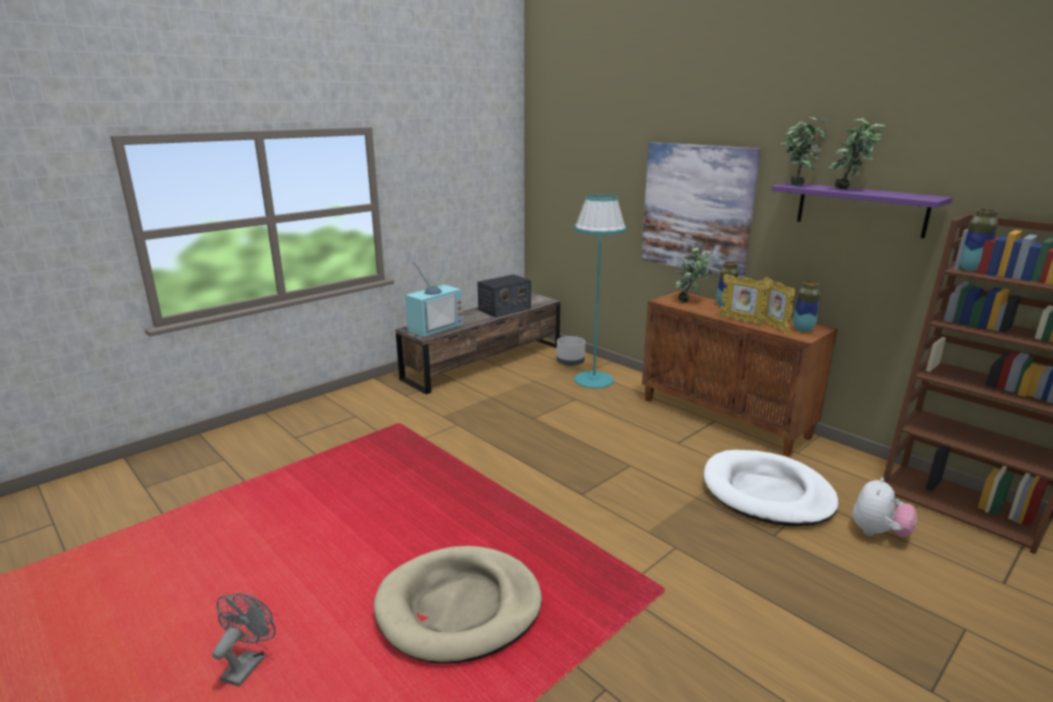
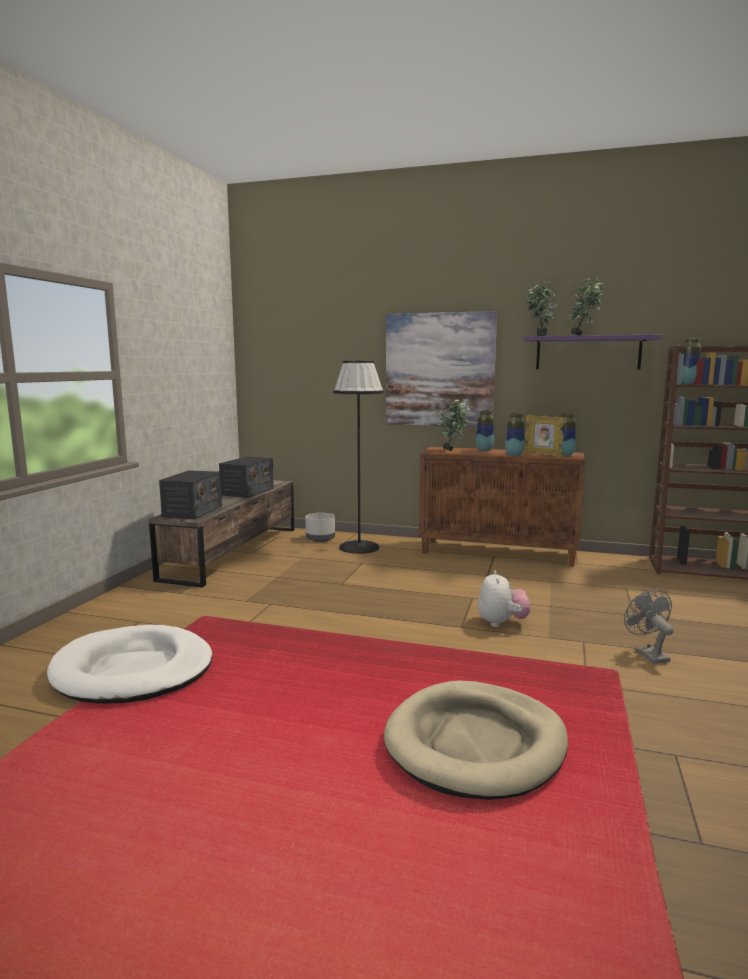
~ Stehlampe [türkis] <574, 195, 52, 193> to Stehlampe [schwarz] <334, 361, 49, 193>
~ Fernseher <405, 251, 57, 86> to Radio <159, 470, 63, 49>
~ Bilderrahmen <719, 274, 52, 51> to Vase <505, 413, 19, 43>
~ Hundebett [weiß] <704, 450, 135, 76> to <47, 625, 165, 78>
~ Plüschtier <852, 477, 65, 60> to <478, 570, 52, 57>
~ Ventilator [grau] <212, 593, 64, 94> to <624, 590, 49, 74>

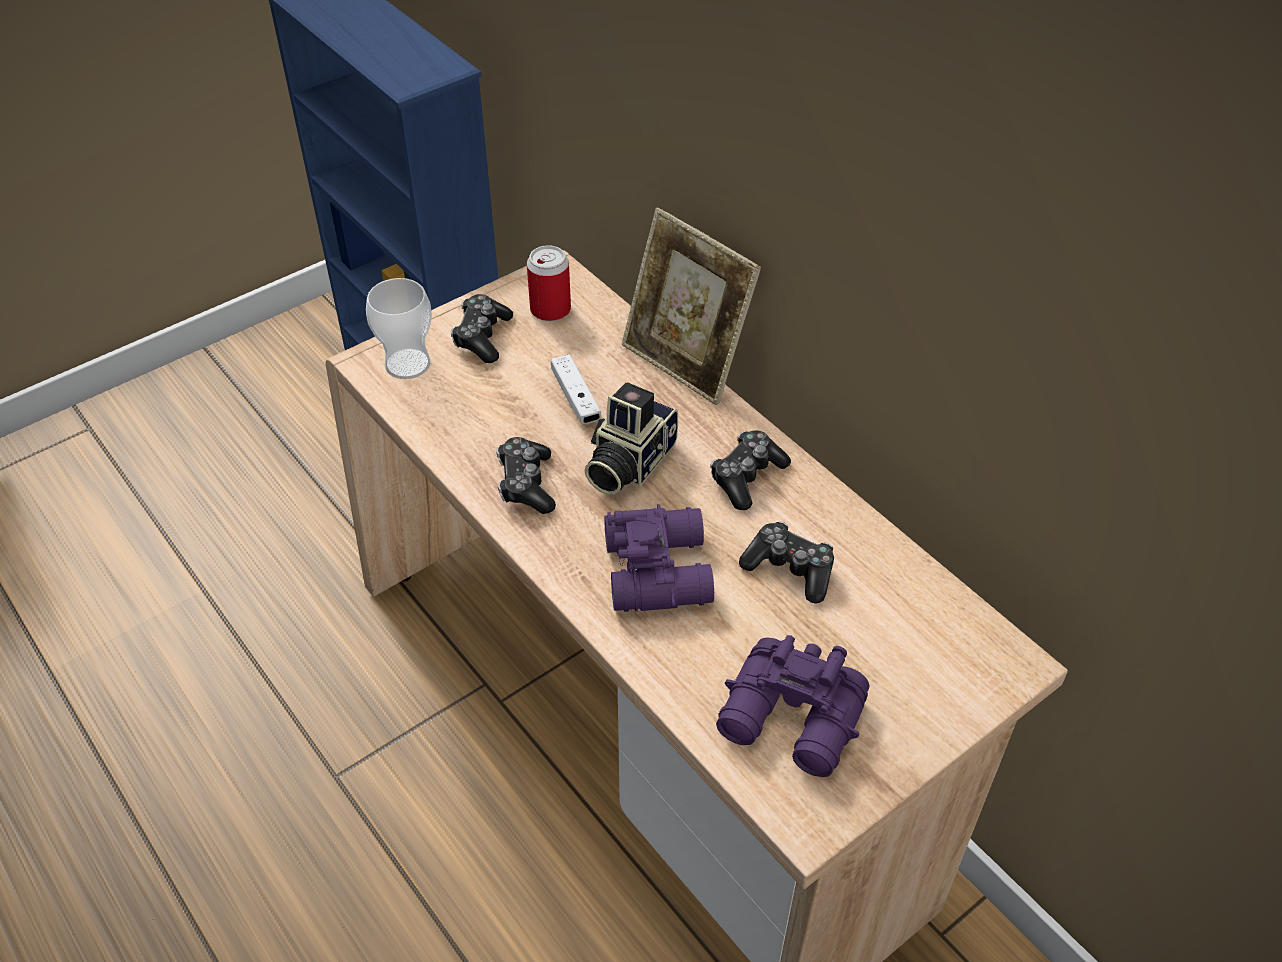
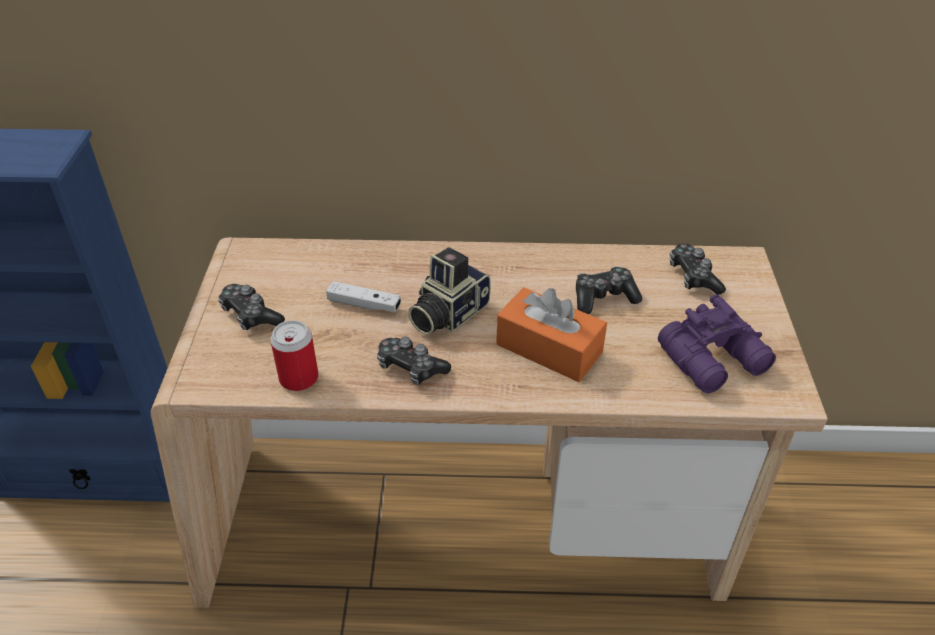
- Bilderrahmen <622, 208, 139, 197>
~ Dose <527, 245, 44, 76> to <270, 320, 49, 71>
- Tasse <366, 278, 66, 101>
~ Kamera <585, 382, 93, 113> = <408, 247, 83, 88> 60 degrees clockwise
~ Gamepad <710, 431, 81, 79> to <670, 243, 56, 52>
~ Fernglas [lila] <604, 504, 110, 108> to Taschentuchbox [orange] <496, 287, 111, 95>

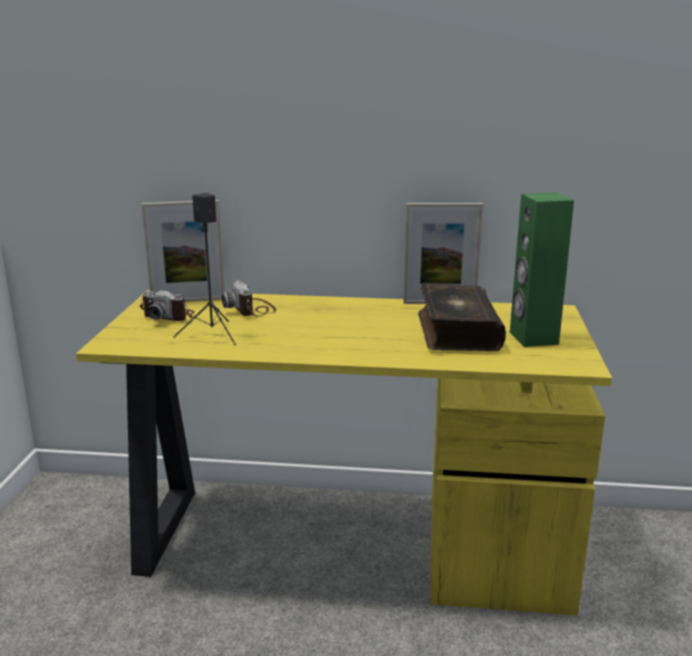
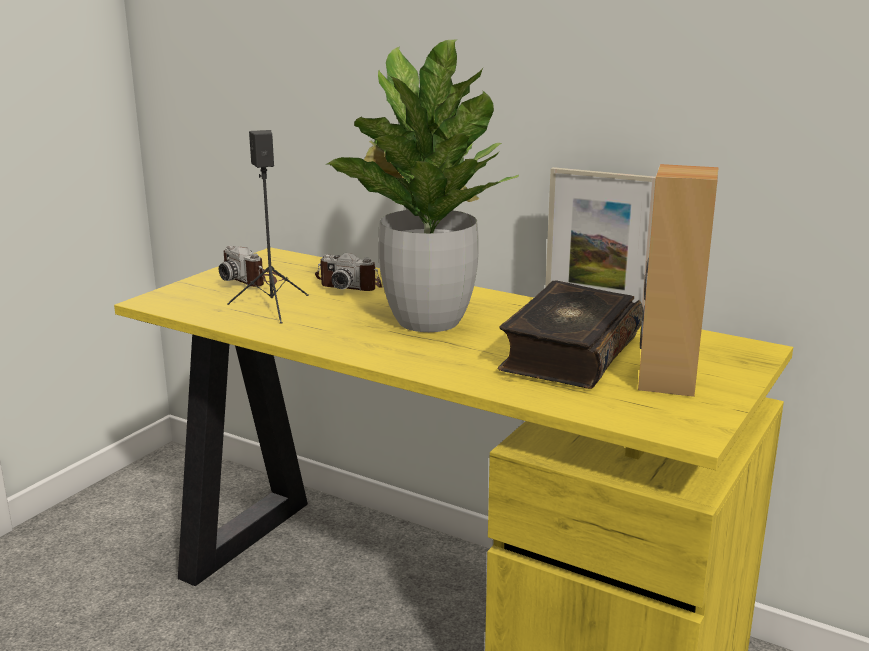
~ Lautsprecher [grün] <510, 193, 64, 154> to Lautsprecher [braun] <638, 164, 81, 233>
- Bilderrahmen <142, 200, 82, 102>
~ Kamera <222, 280, 54, 36> = <315, 253, 67, 38> 75 degrees counterclockwise
+ Topfpflanze <326, 39, 193, 293>

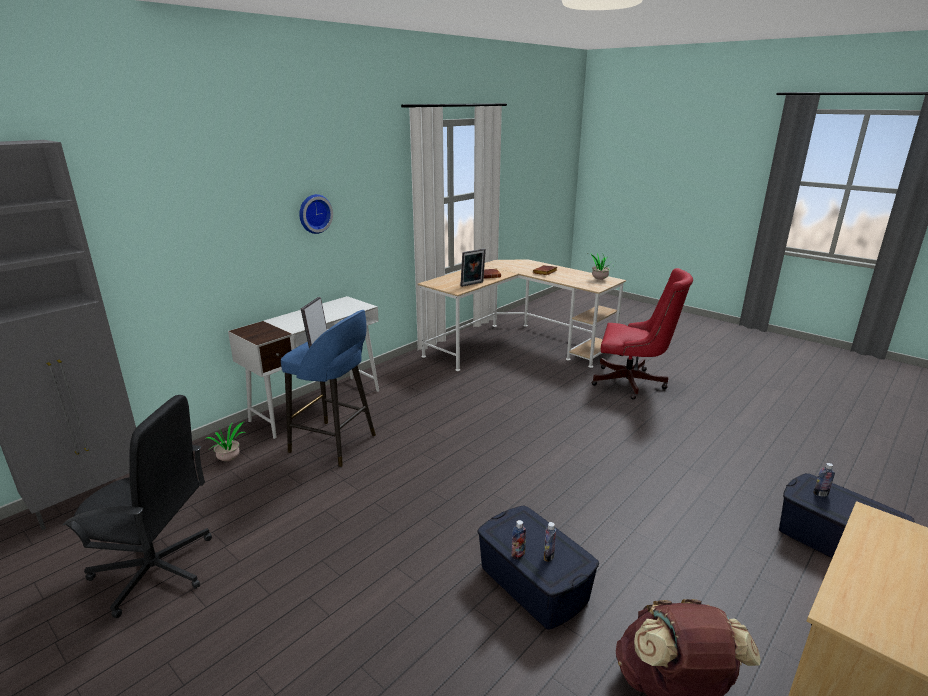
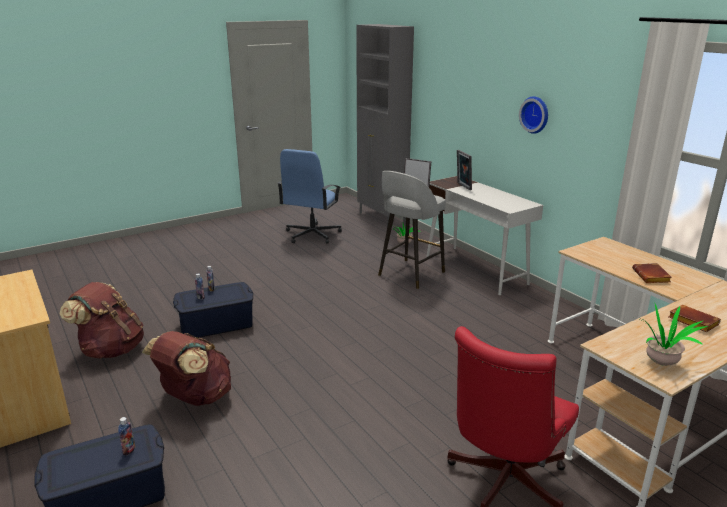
~ Bilderrahmen <460, 249, 26, 38> to <457, 150, 15, 40>
~ Hocker [blau] <281, 310, 95, 157> to Hocker [grau] <378, 171, 67, 118>
~ Bürostuhl [schwarz] <62, 395, 150, 223> to Bürostuhl [blau] <277, 149, 65, 95>
+ Rucksack [braun] <142, 331, 89, 75>

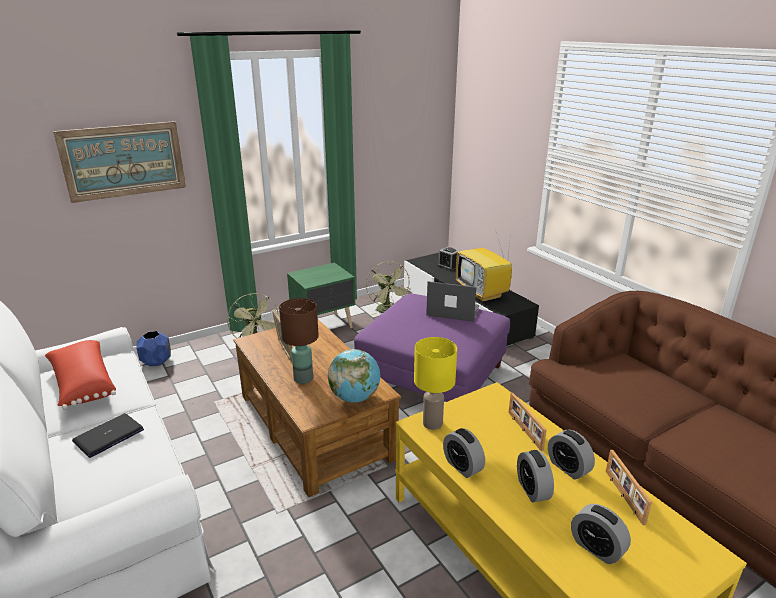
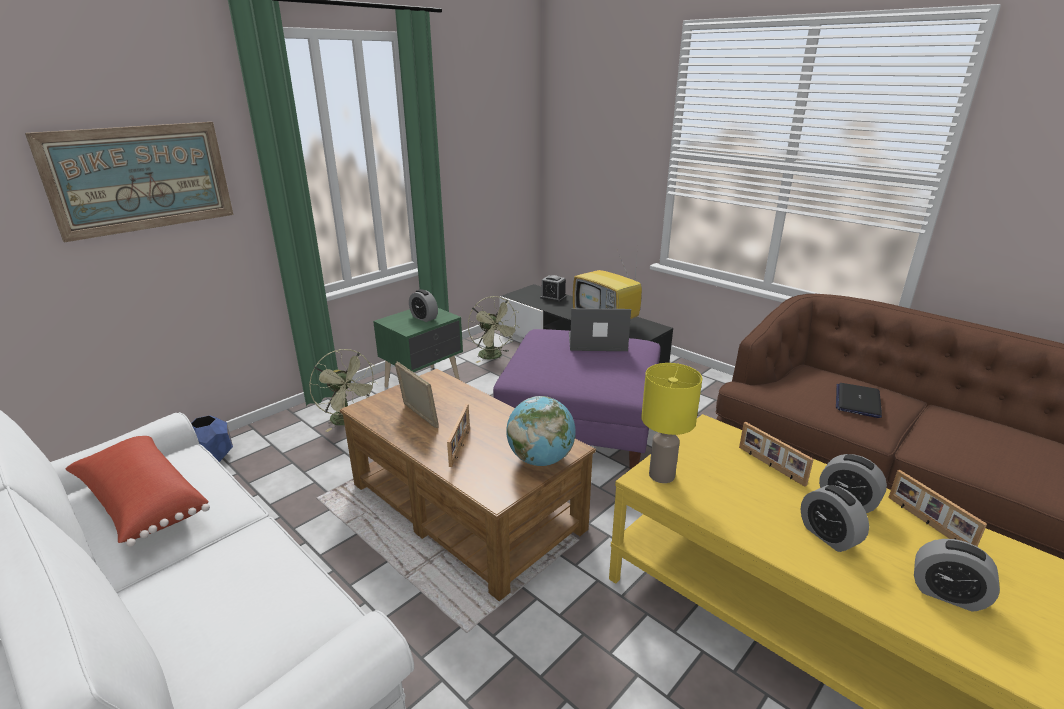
~ Tischlampe [braun] <279, 298, 40, 86> to Bilderrahmen <447, 404, 23, 63>
~ Laptop <72, 413, 72, 45> to <836, 383, 46, 35>
~ Wecker <443, 428, 42, 50> to <409, 289, 29, 33>

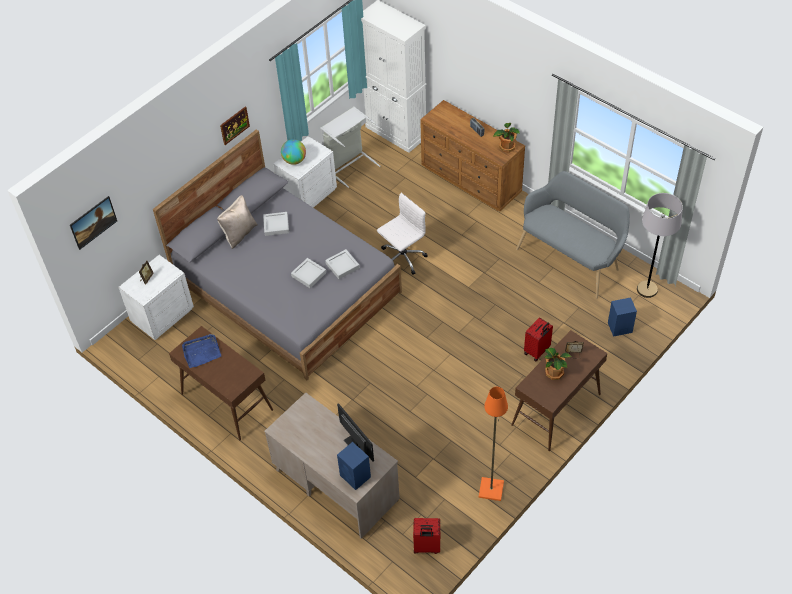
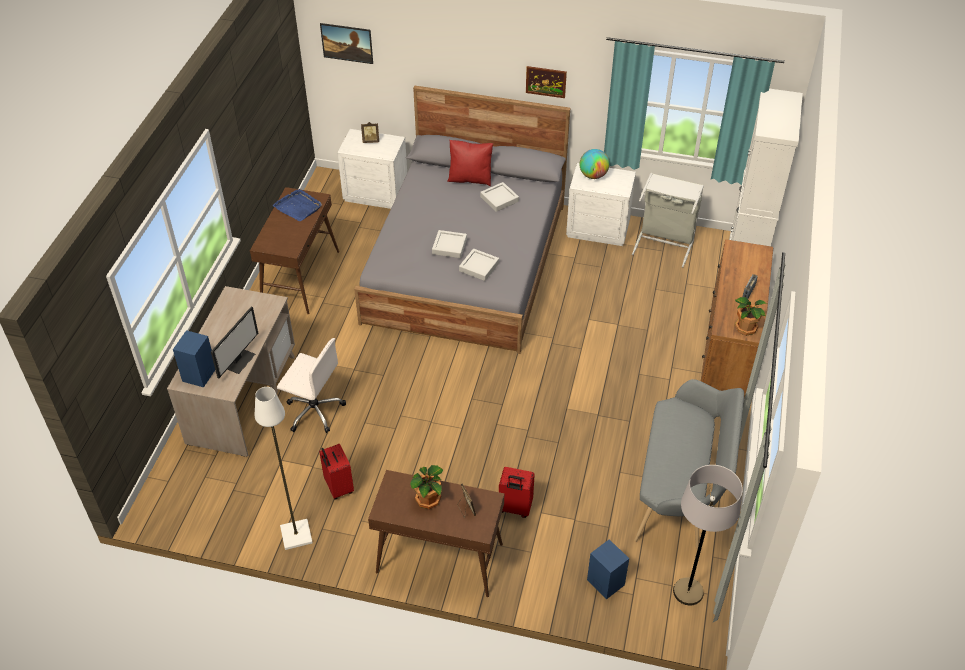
~ Bürostuhl [weiß] <377, 193, 51, 82> to <277, 338, 69, 95>
~ Kissen [beige] <217, 195, 41, 54> to Kissen [rot] <447, 140, 46, 46>
~ Stehlampe [orange] <479, 387, 29, 114> to Stehlampe [weiß] <255, 387, 58, 163>
~ Koffer [rot] <413, 518, 27, 36> to <319, 444, 35, 55>

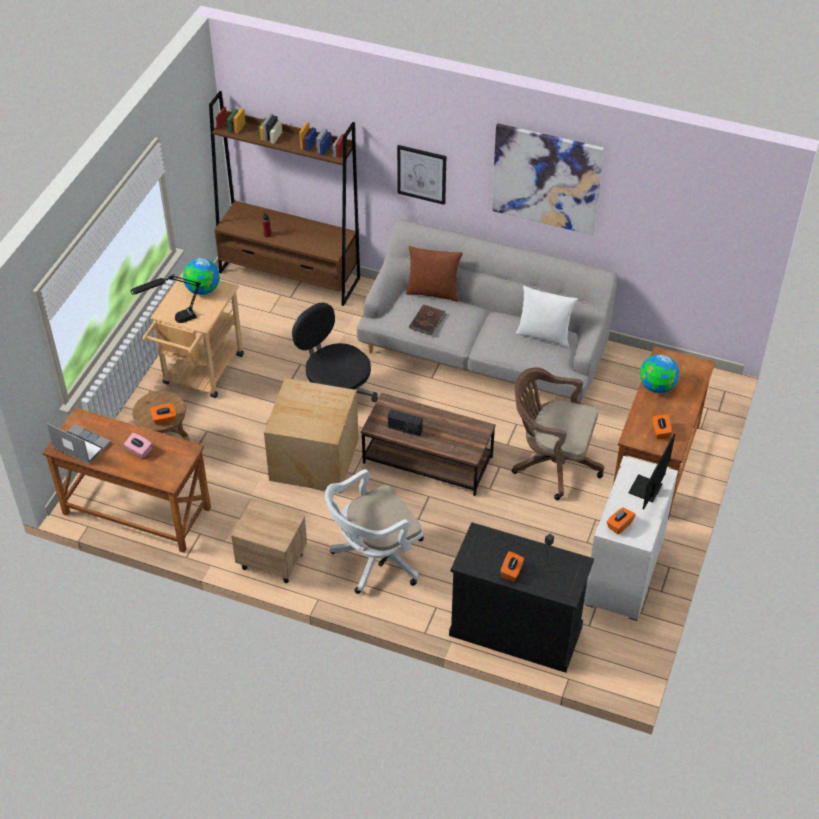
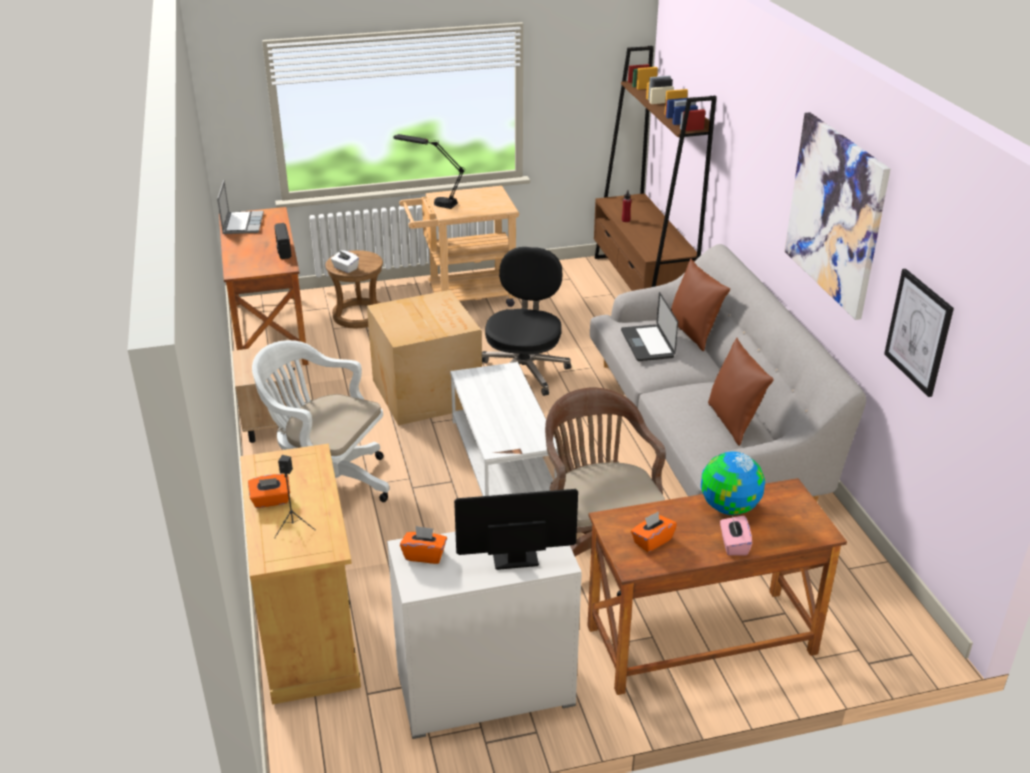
~ Bild <397, 145, 49, 60> to <884, 269, 70, 128>
- Globus <183, 258, 37, 37>
~ Kissen [weiß] <516, 286, 62, 62> to Kissen [braun] <708, 338, 66, 108>
~ Buch [braun] <409, 304, 38, 31> to Laptop <621, 292, 57, 69>
~ Couchtisch [braun] <361, 393, 135, 103> to Couchtisch [weiß] <450, 362, 109, 134>
~ Taschentuchbox [orange] <150, 403, 26, 22> to Taschentuchbox [weiß] <331, 250, 28, 23>
~ Radio <388, 410, 35, 26> to <274, 223, 18, 36>
~ Taschentuchbox [rosa] <124, 433, 28, 25> to <720, 515, 32, 40>
~ Schrank [schwarz] <449, 522, 145, 151> to Schrank [beige] <240, 444, 121, 261>

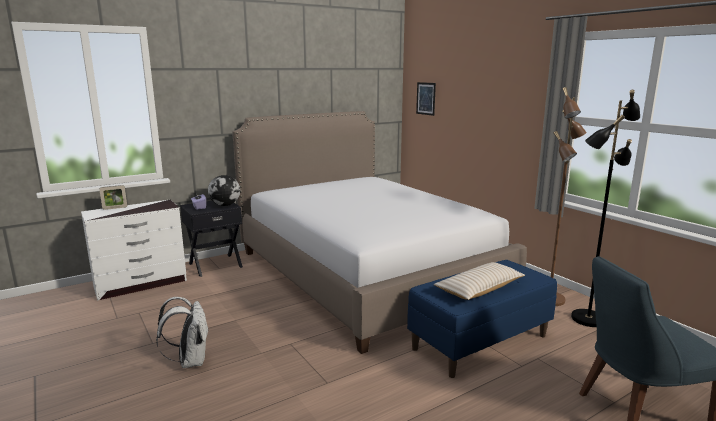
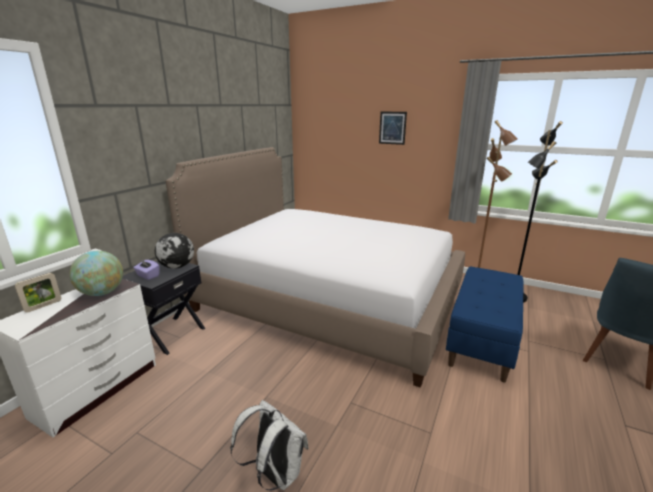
~ Bild <416, 82, 20, 34> to <379, 112, 28, 33>
- Kissen [beige] <434, 262, 91, 38>
+ Globus <70, 251, 53, 45>

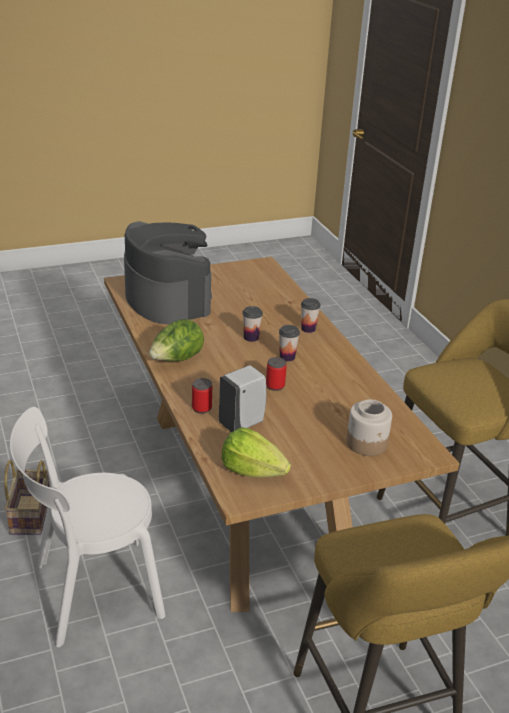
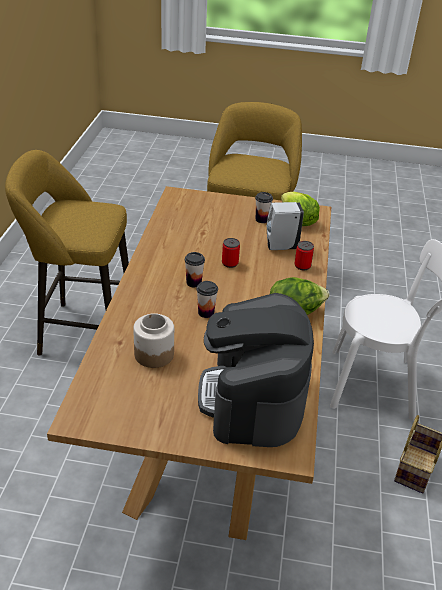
~ Tasse <301, 298, 20, 35> to <255, 192, 18, 31>
~ Vorratsglas <346, 399, 46, 57> to <133, 313, 41, 55>

